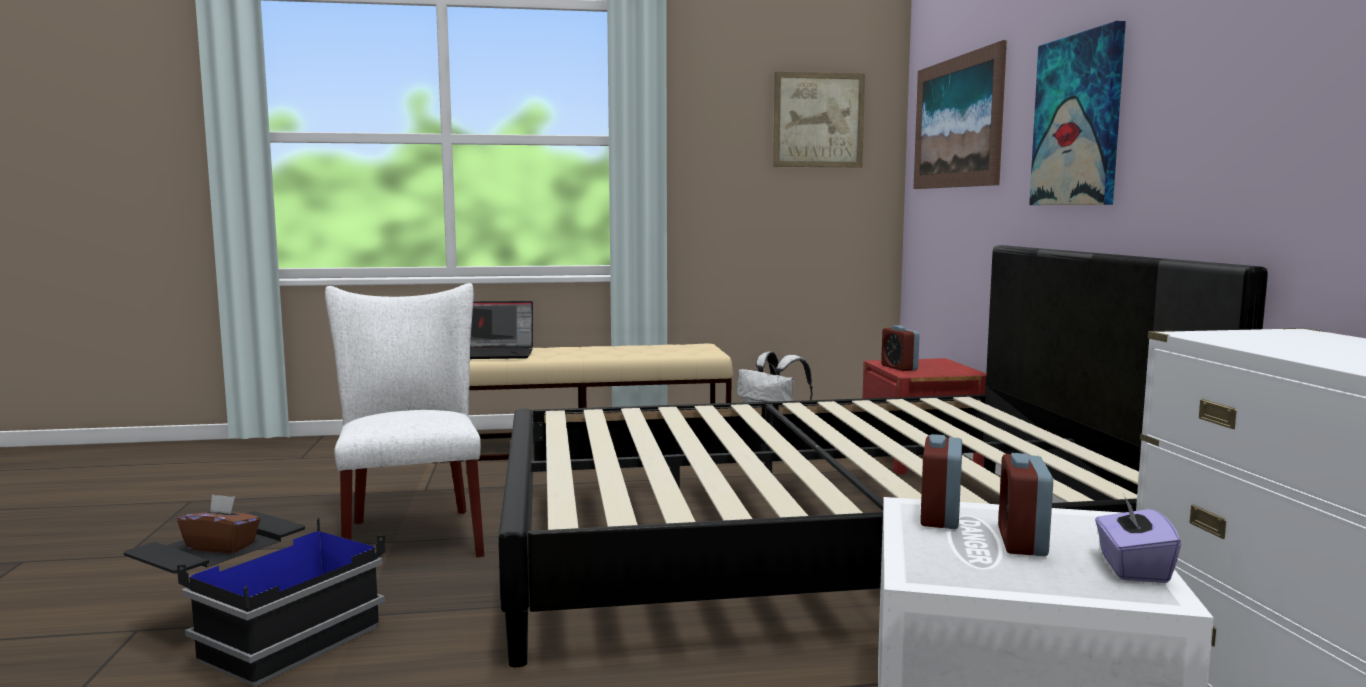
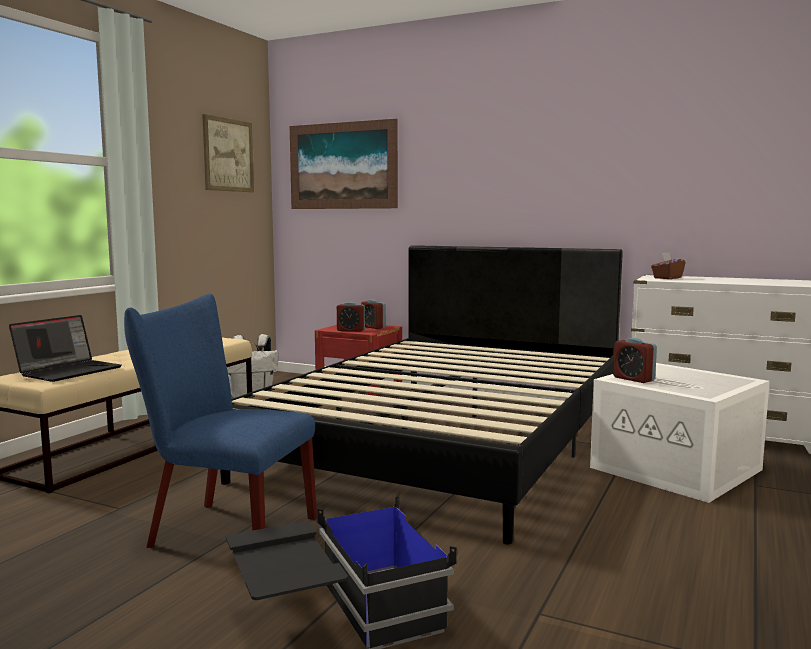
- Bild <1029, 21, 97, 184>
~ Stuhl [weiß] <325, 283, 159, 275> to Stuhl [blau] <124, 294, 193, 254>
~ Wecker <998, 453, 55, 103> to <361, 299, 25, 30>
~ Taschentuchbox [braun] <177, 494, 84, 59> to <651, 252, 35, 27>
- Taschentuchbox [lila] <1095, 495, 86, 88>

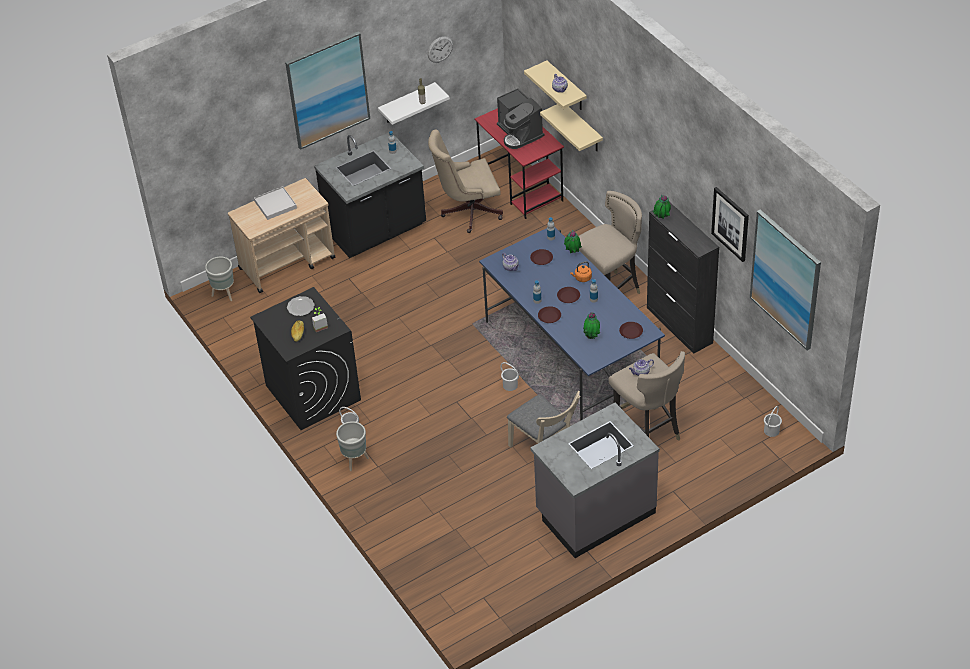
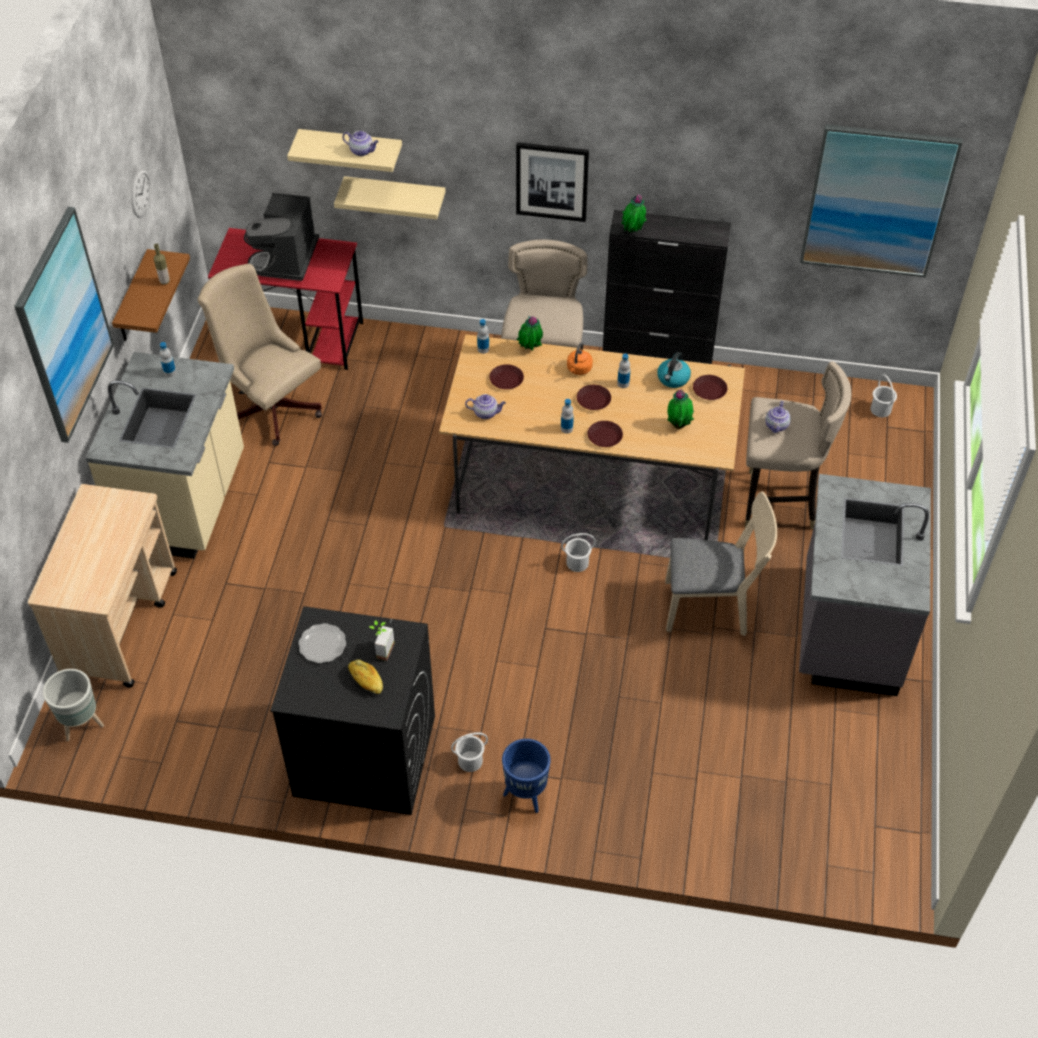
~ Wandregal [weiß] <378, 82, 72, 43> to Wandregal [braun] <112, 249, 78, 92>
~ Kaffeemaschine <497, 88, 48, 61> = <244, 193, 75, 88> 90 degrees clockwise
~ Bürostuhl [beige] <428, 130, 75, 103> = <198, 264, 124, 182> 105 degrees clockwise
~ Küchenzeile [schwarz] <314, 132, 112, 126> to Küchenzeile [beige] <86, 352, 158, 207>
- Tablett [weiß] <254, 186, 43, 34>
~ Bild <711, 187, 38, 75> to <516, 142, 73, 80>
~ Esstisch [blau] <479, 226, 186, 195> to Esstisch [beige] <439, 334, 306, 206>
~ Pflanzkübel [grau] <336, 421, 33, 50> to Pflanzkübel [blau] <502, 739, 49, 74>
+ Wasserkessel <657, 352, 34, 36>

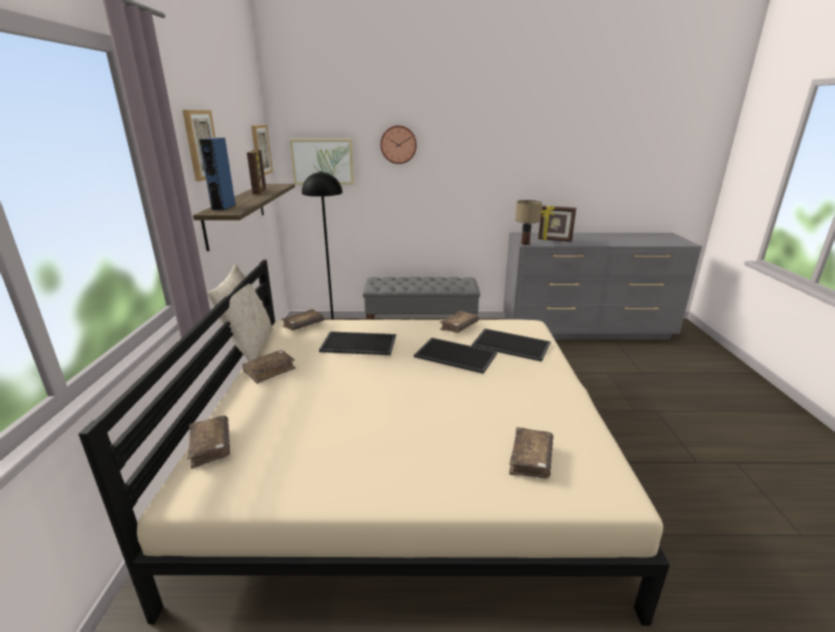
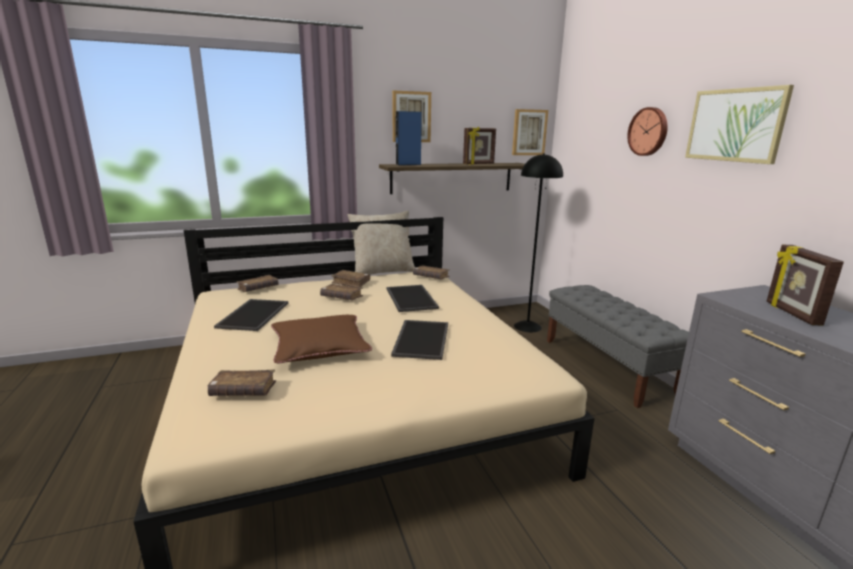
~ Bild <289, 139, 65, 46> to <685, 85, 109, 79>
- Tischlampe <515, 200, 27, 45>
~ Buch [braun] <440, 311, 39, 22> to <320, 284, 43, 16>
~ Tablett <472, 329, 79, 33> to <214, 299, 74, 32>
+ Kissen [braun] <271, 315, 101, 49>

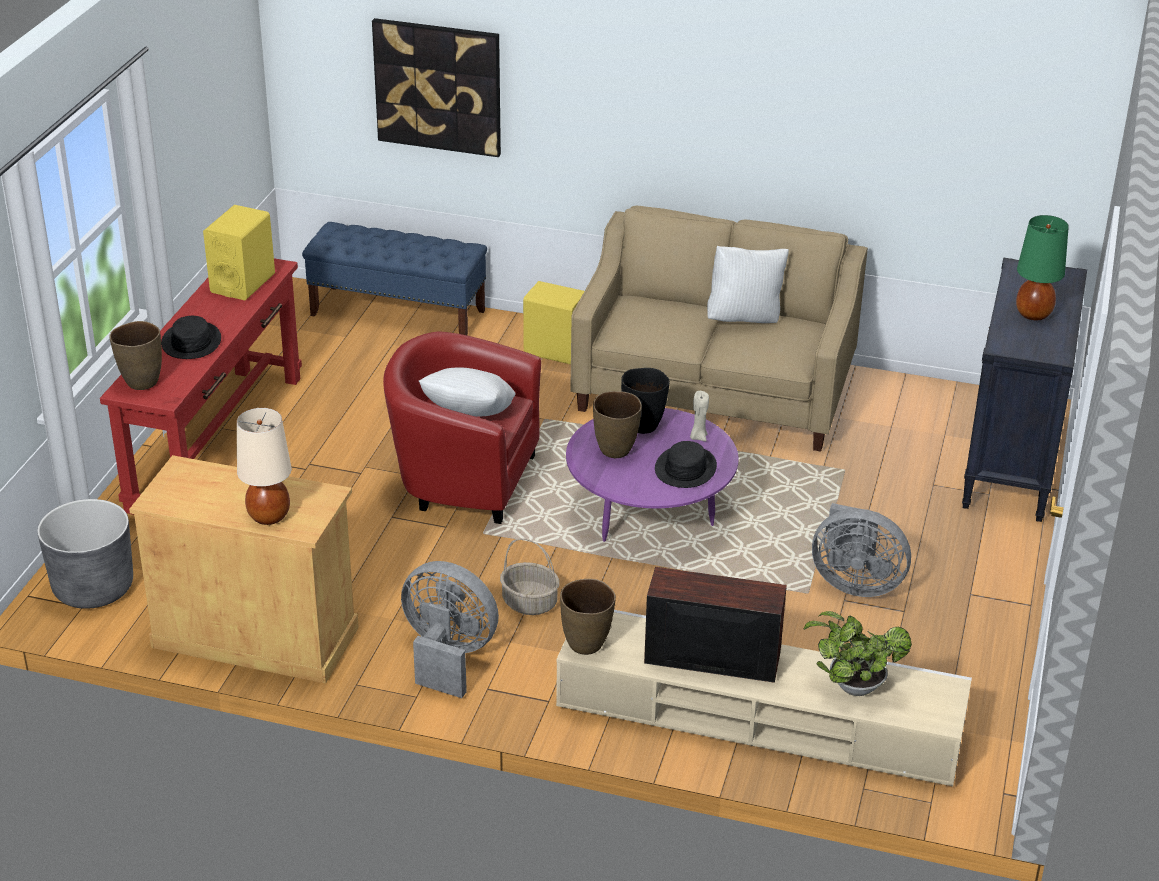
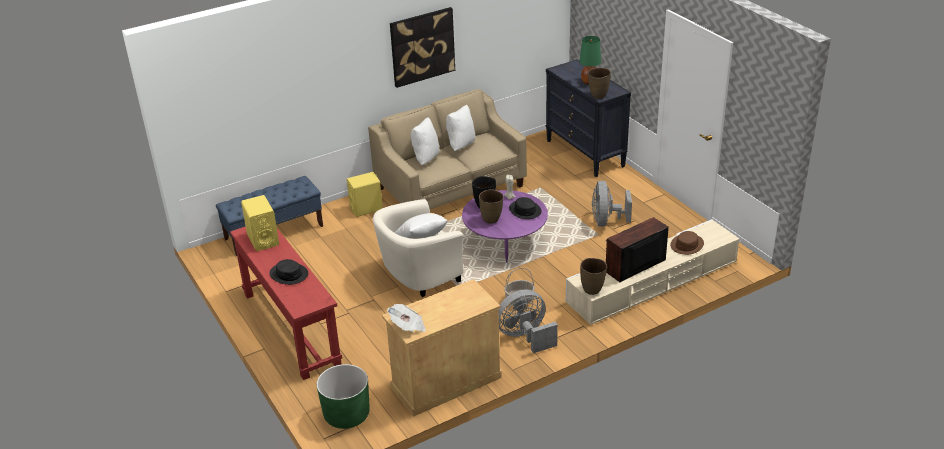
~ Bild <372, 18, 129, 139> to <390, 7, 65, 81>
~ Vase [braun] <110, 321, 52, 69> to <588, 68, 23, 31>
~ Sessel [rot] <383, 331, 158, 193> to Sessel [beige] <373, 199, 90, 98>
- Tischlampe [beige] <237, 408, 55, 117>
~ Pflanzkübel [grau] <37, 499, 96, 110> to Pflanzkübel [grün] <317, 364, 53, 65>
~ Ventilator [grau] <812, 503, 99, 94> = <592, 181, 40, 46> 120 degrees clockwise
~ Topfpflanze <804, 611, 108, 85> to Hut [braun] <670, 231, 34, 24>
+ Kissen [weiß] <411, 117, 28, 48>
+ Zeitung <387, 304, 39, 28>

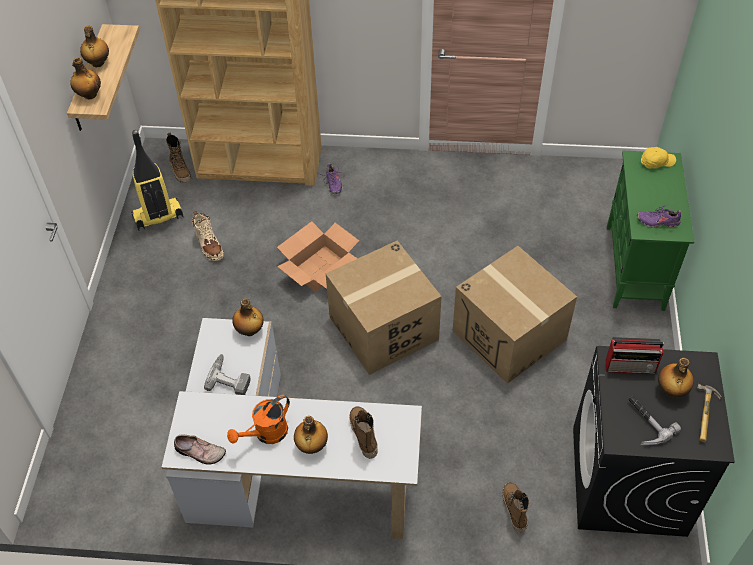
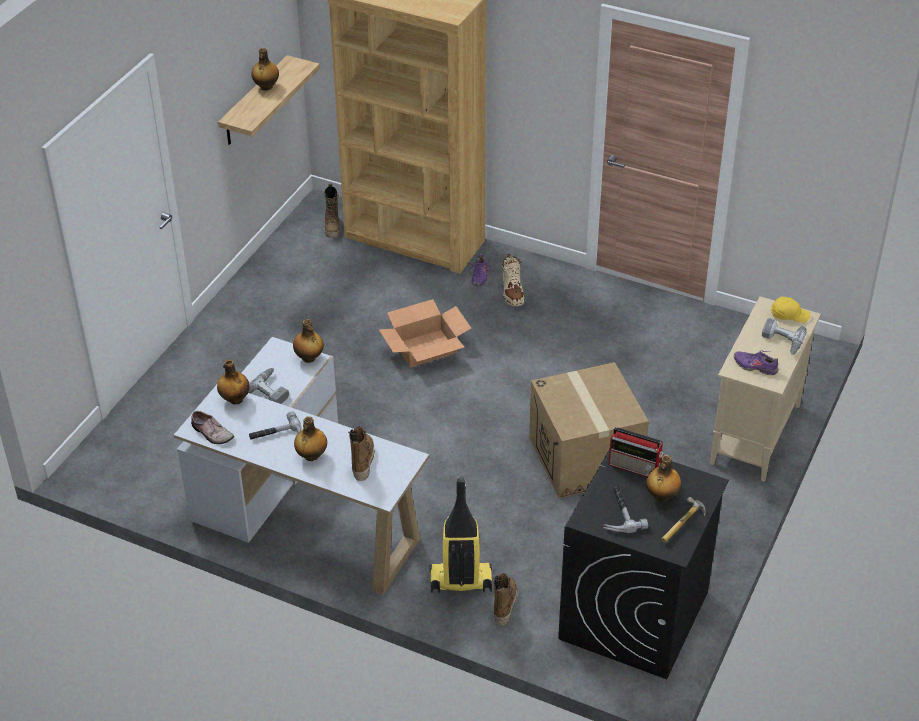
~ Flasche <70, 57, 31, 42> to <217, 360, 33, 45>
~ Staubsauger <131, 130, 52, 101> to <430, 477, 62, 116>
~ Schrank [grün] <607, 151, 87, 160> to Schrank [beige] <710, 297, 111, 185>
~ Stiefel [beige] <192, 211, 32, 50> to <502, 254, 22, 52>
- Karton <326, 241, 116, 134>
~ Gießkanne [orange] <227, 395, 63, 49> to Hammer <249, 411, 52, 29>
+ Bohrmaschine <762, 318, 45, 37>

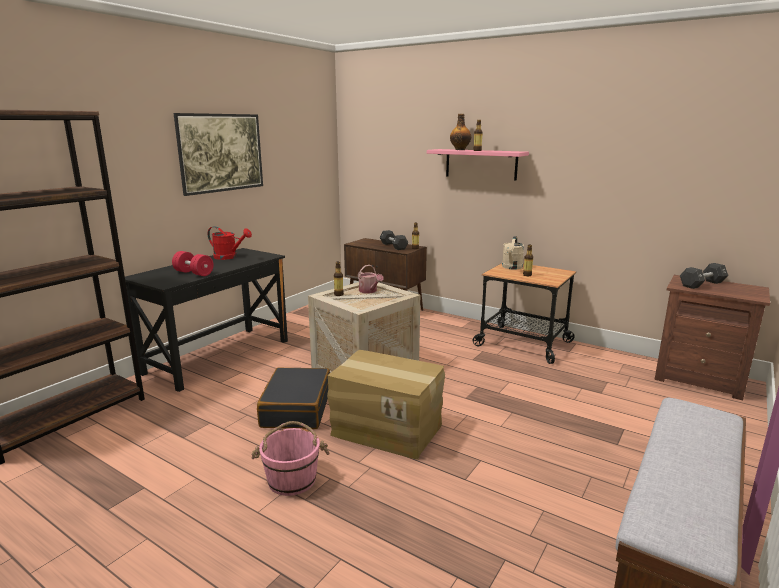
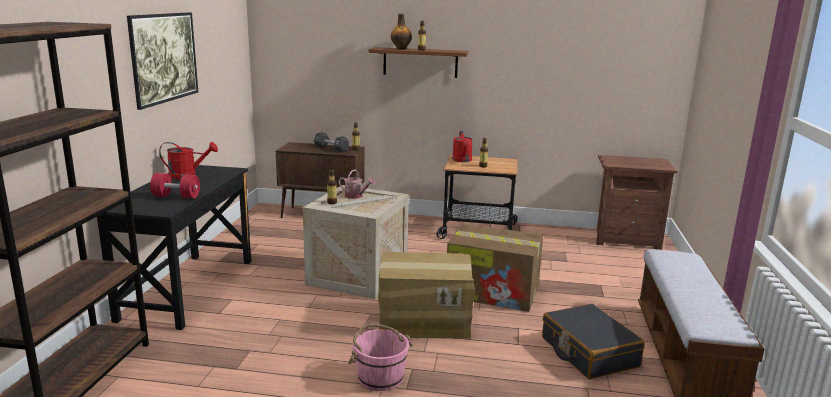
~ Wandregal [rosa] <427, 149, 102, 32> to Wandregal [braun] <369, 47, 99, 31>
~ Gießkanne [beige] <502, 236, 22, 33> to Gießkanne [rot] <452, 131, 21, 31>
- Hantel [schwarz] <680, 263, 48, 26>
~ Koffer [schwarz] <257, 368, 73, 61> to <542, 304, 103, 75>
+ Karton <447, 223, 96, 89>

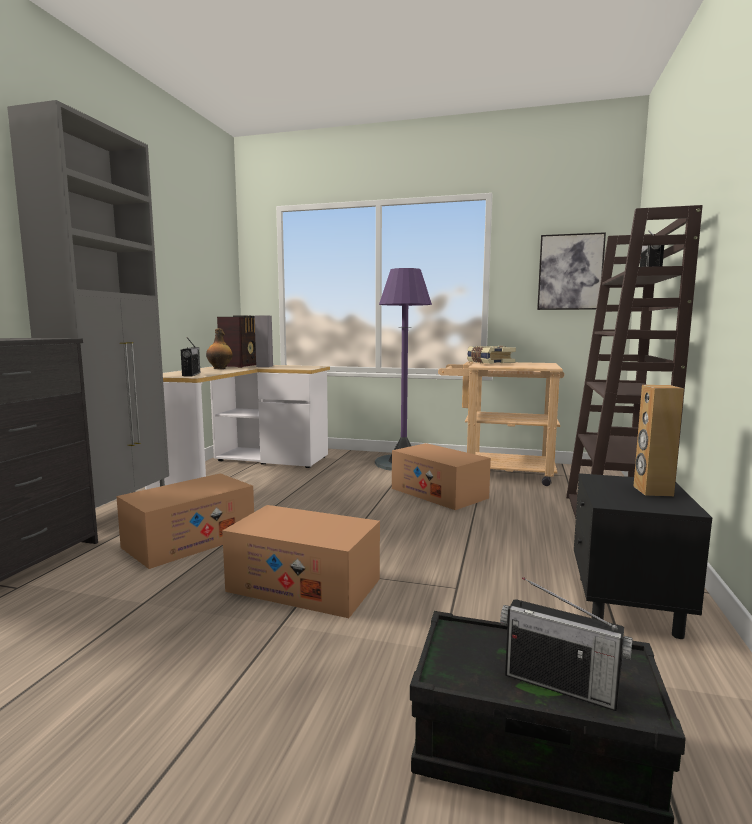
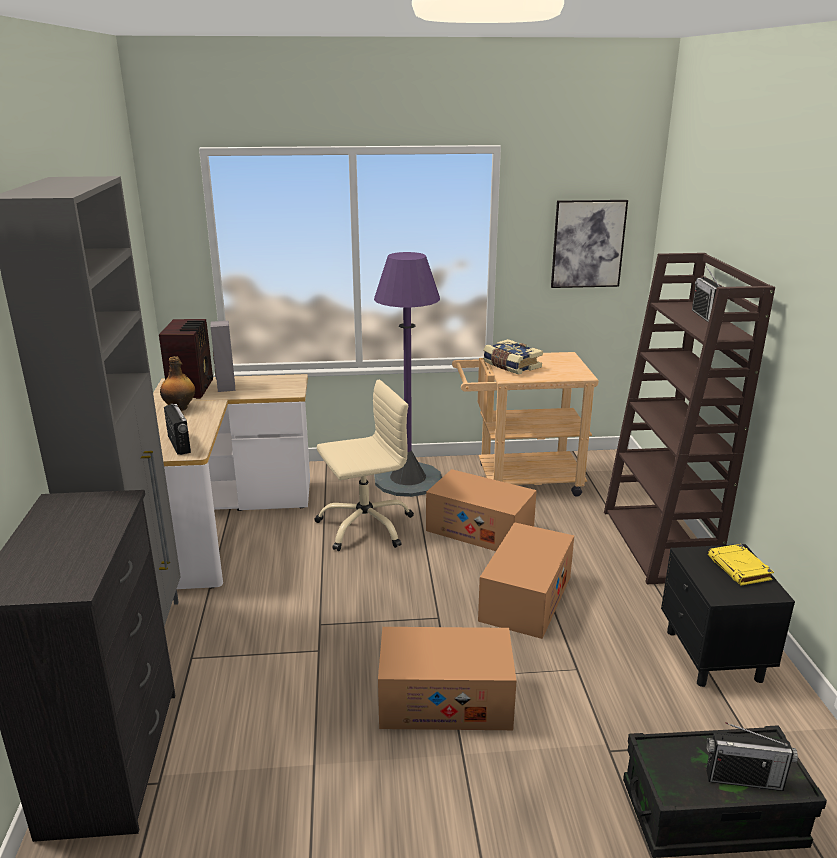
~ Lautsprecher [braun] <633, 385, 51, 111> to Buch [gelb] <708, 544, 66, 42>
~ Karton <116, 473, 138, 96> to <478, 522, 96, 117>
+ Bürostuhl [beige] <314, 379, 100, 172>

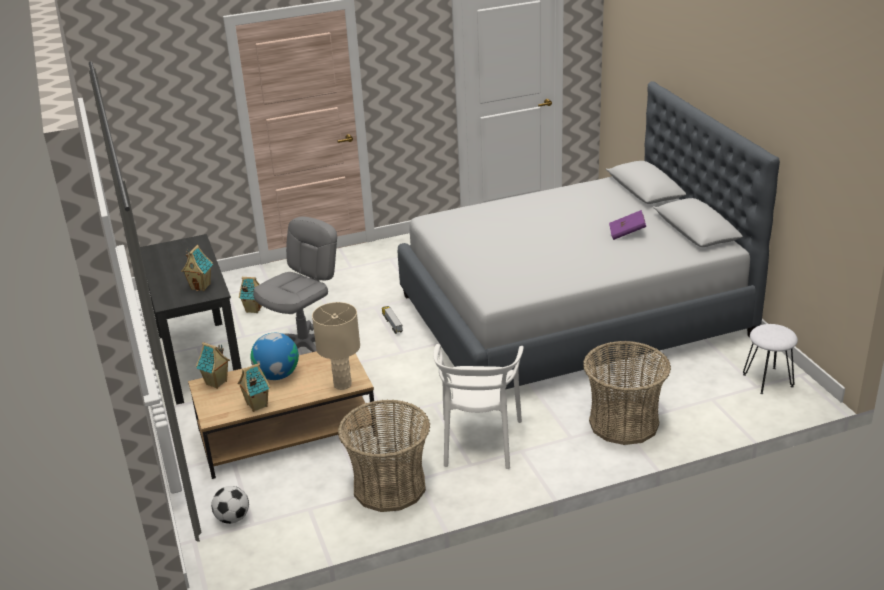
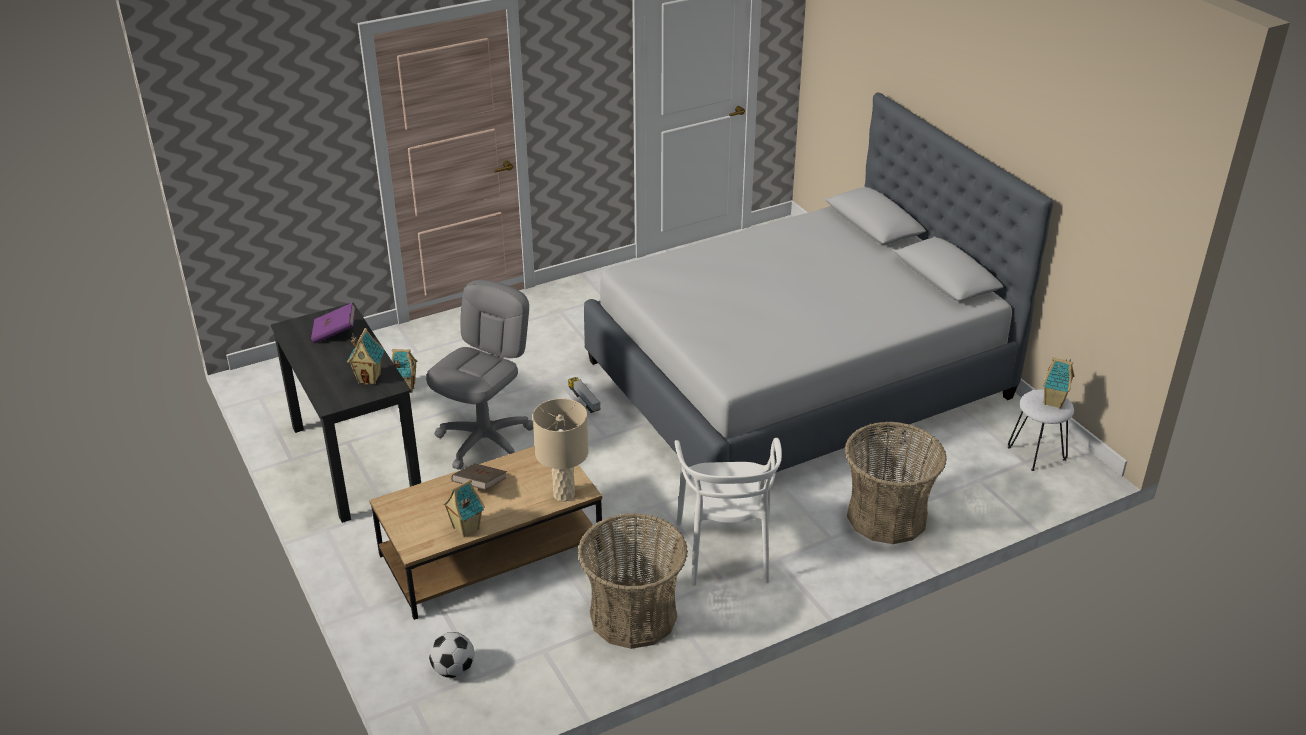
~ Buch [lila] <609, 210, 37, 30> to <311, 303, 45, 40>
~ Globus <250, 333, 49, 47> to Buch [braun] <451, 463, 56, 27>
~ Spielzeughaus <196, 342, 34, 47> to <1043, 358, 31, 51>

